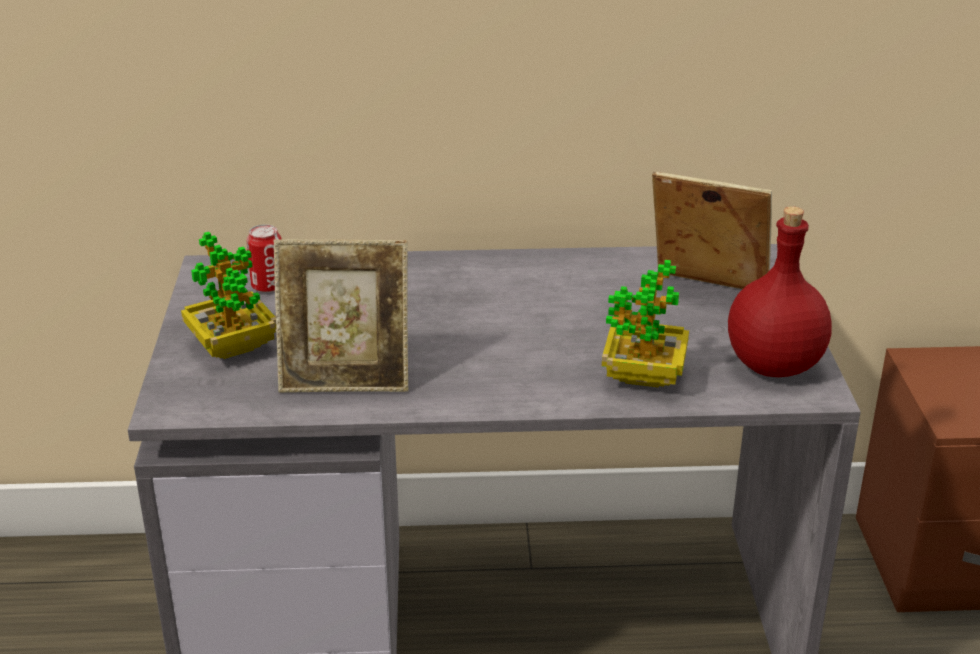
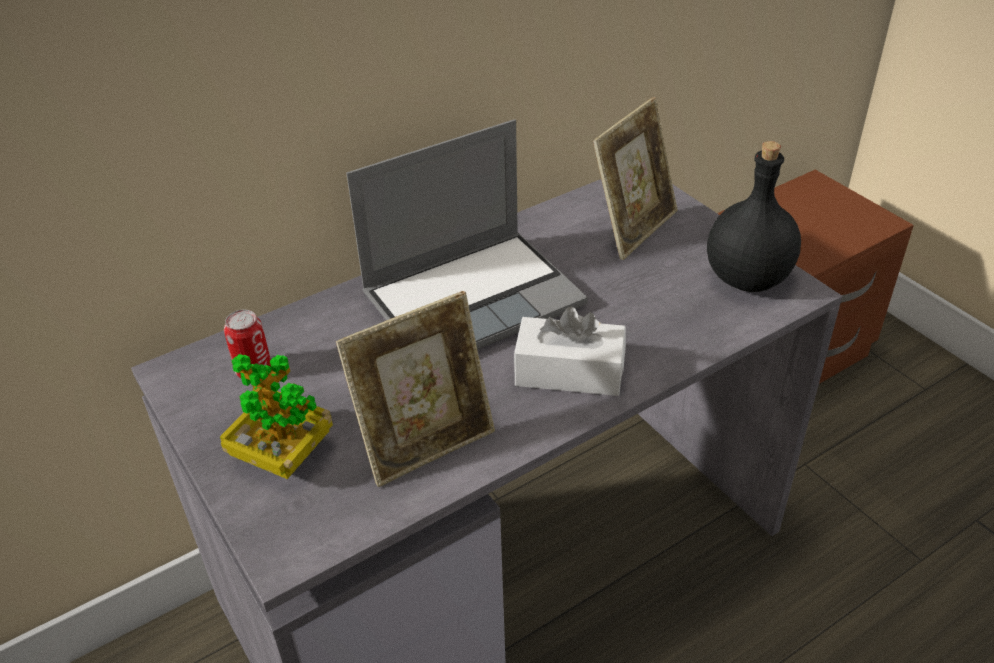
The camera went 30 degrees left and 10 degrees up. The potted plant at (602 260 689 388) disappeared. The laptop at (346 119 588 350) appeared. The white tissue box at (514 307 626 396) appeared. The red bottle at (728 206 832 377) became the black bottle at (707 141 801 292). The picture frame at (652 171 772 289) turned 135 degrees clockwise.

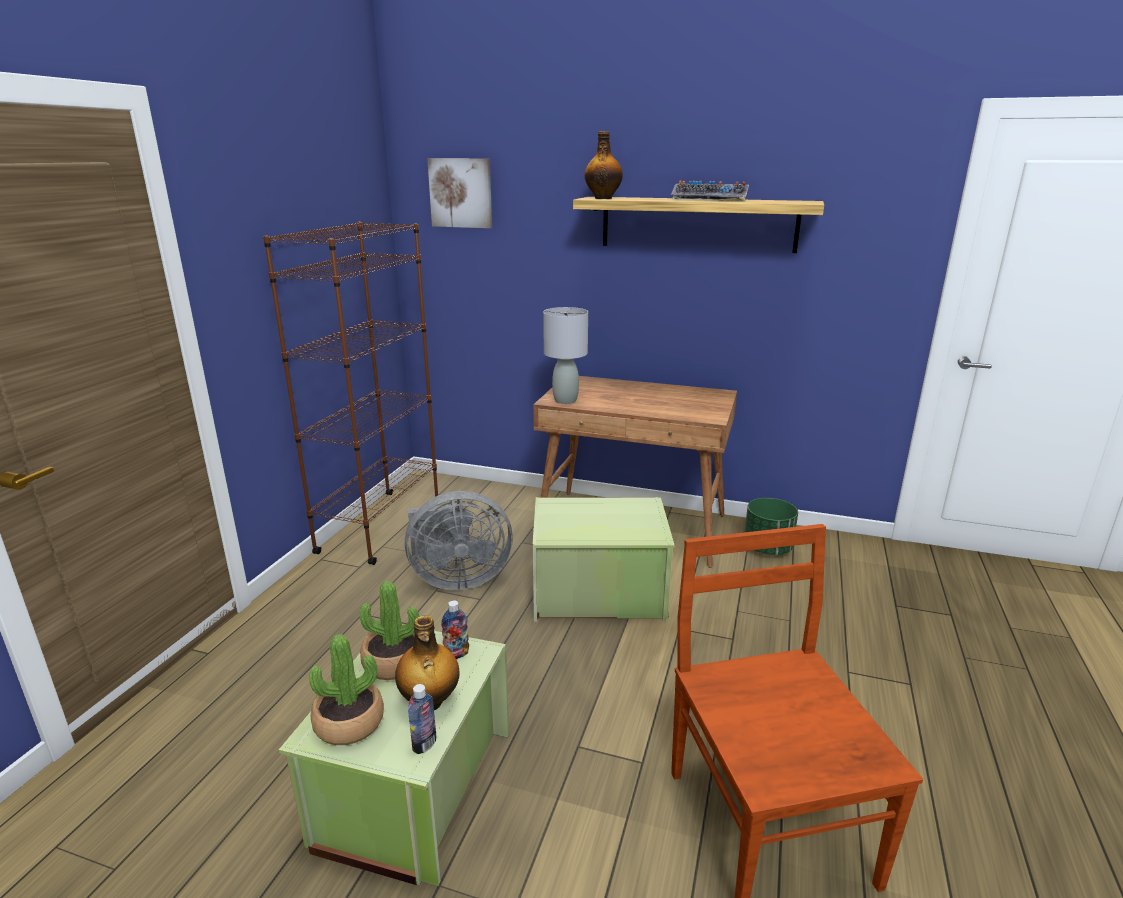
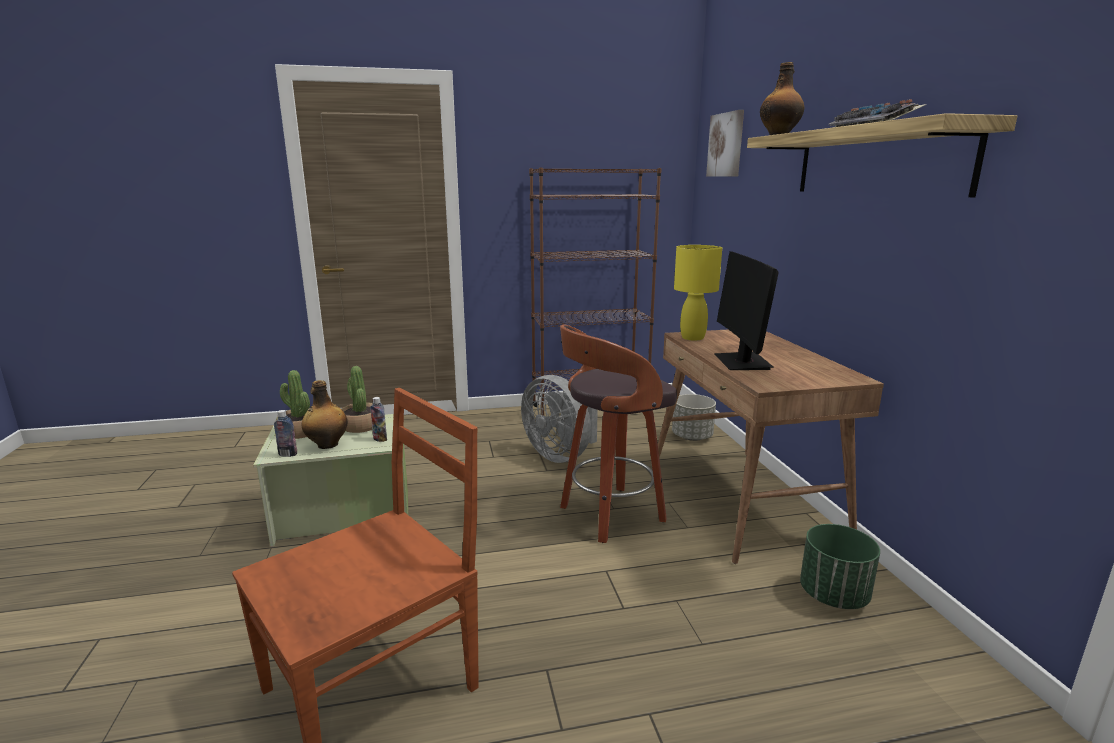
The camera went 60 degrees right and 5 degrees down. The grey planter at (672 394 716 441) appeared. The monitor at (714 251 779 370) appeared. The green storage box at (533 497 675 622) was replaced by the stool at (560 324 677 543). The grey table lamp at (543 307 588 404) became the yellow table lamp at (674 245 722 341).

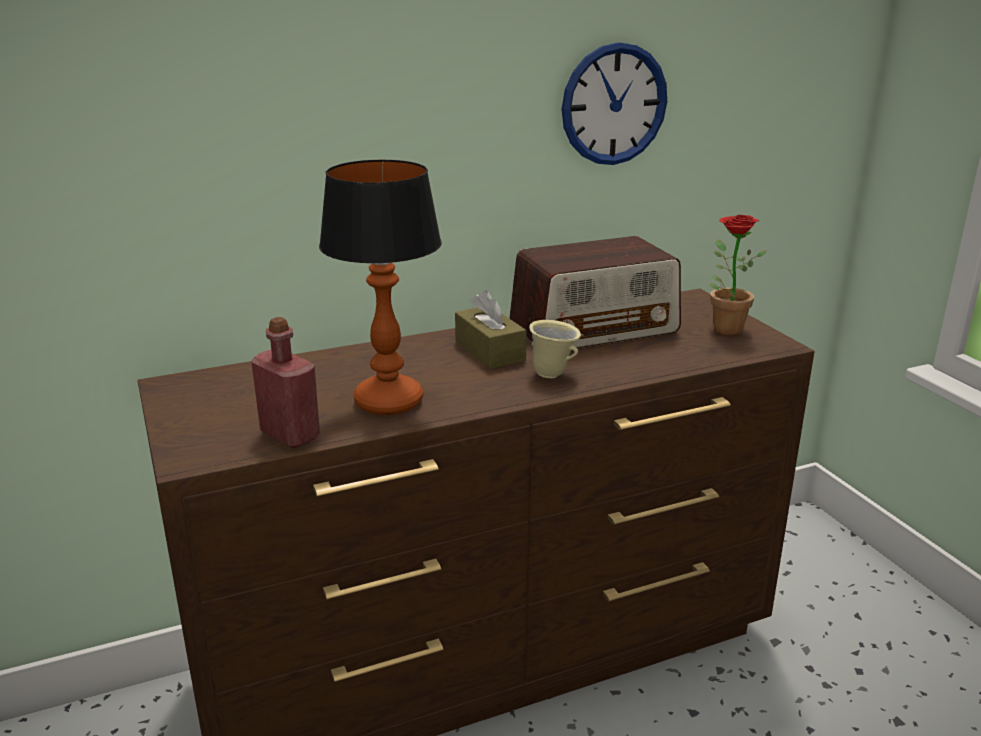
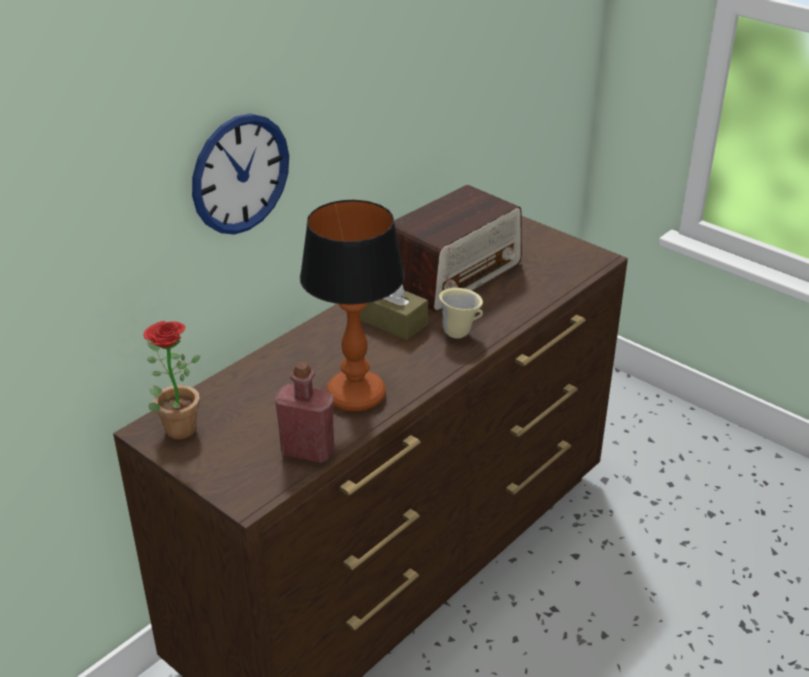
The camera went 25 degrees left and 10 degrees up. The wall clock moved from (562 42 667 165) to (192 114 289 235). The potted plant moved from (710 215 767 335) to (144 321 200 440).

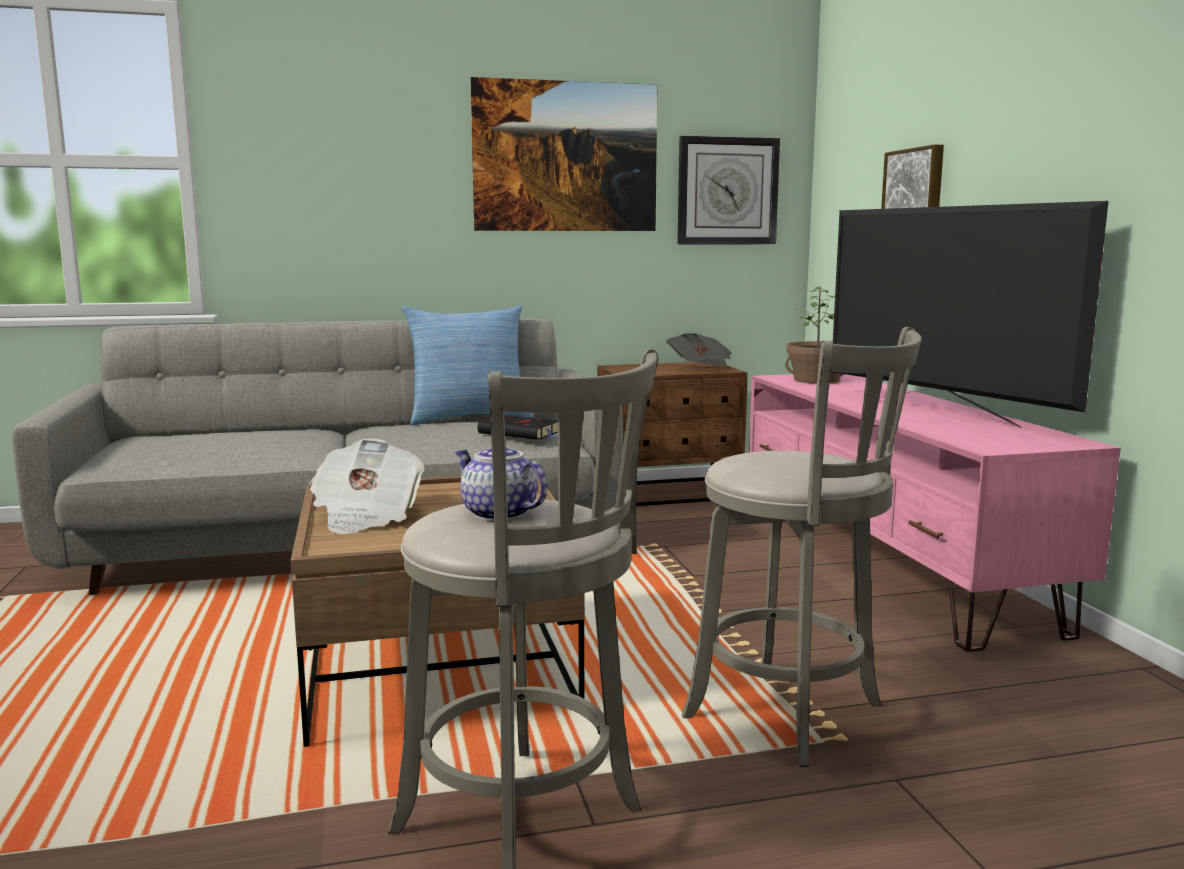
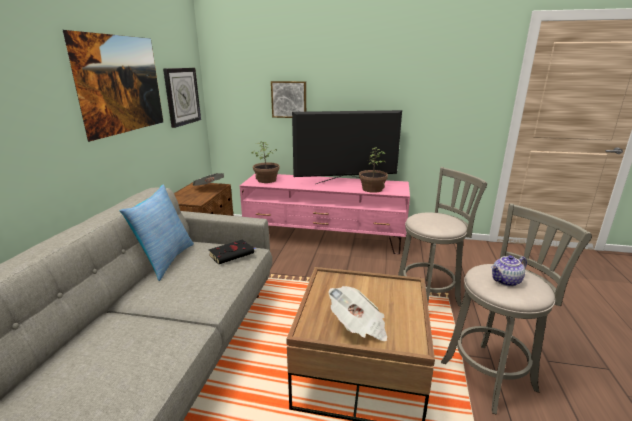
The camera went 65 degrees left and 10 degrees up. The potted plant at (359 147 388 193) appeared.

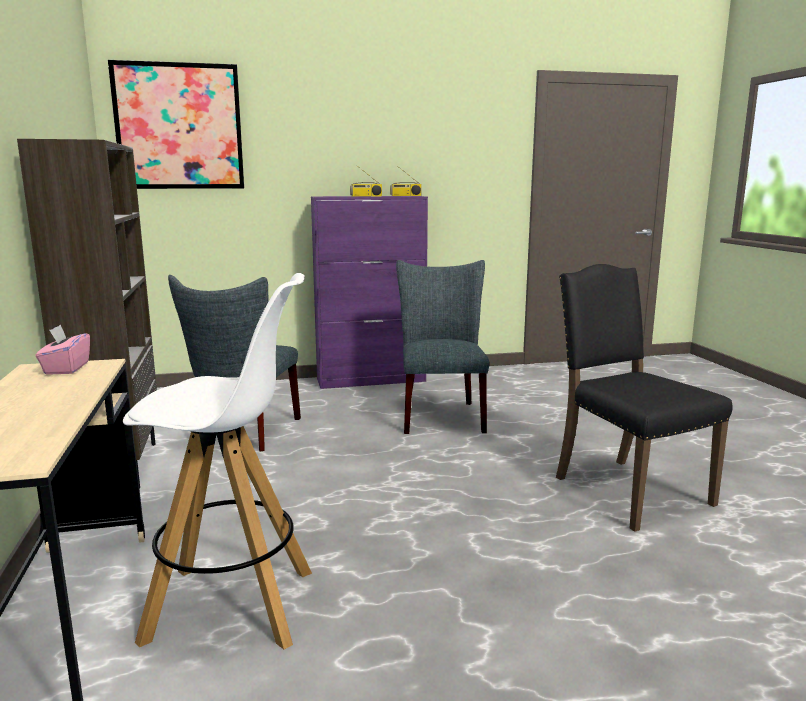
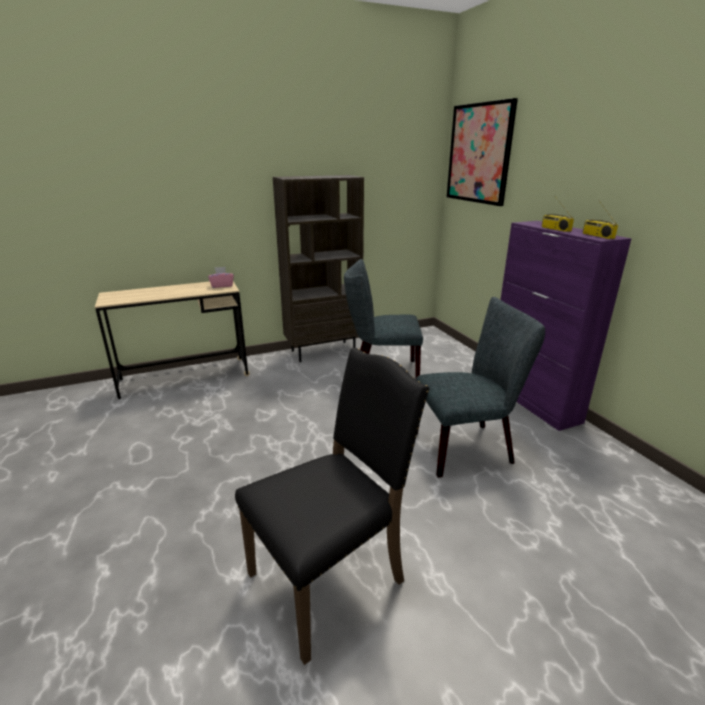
The camera went 80 degrees right and 10 degrees up. The white stool at (123 273 312 649) disappeared.

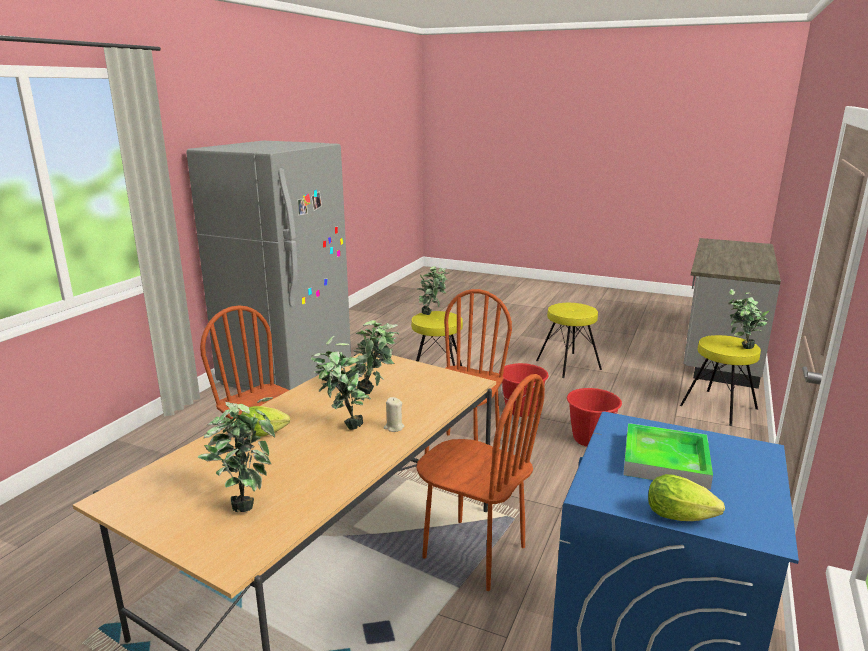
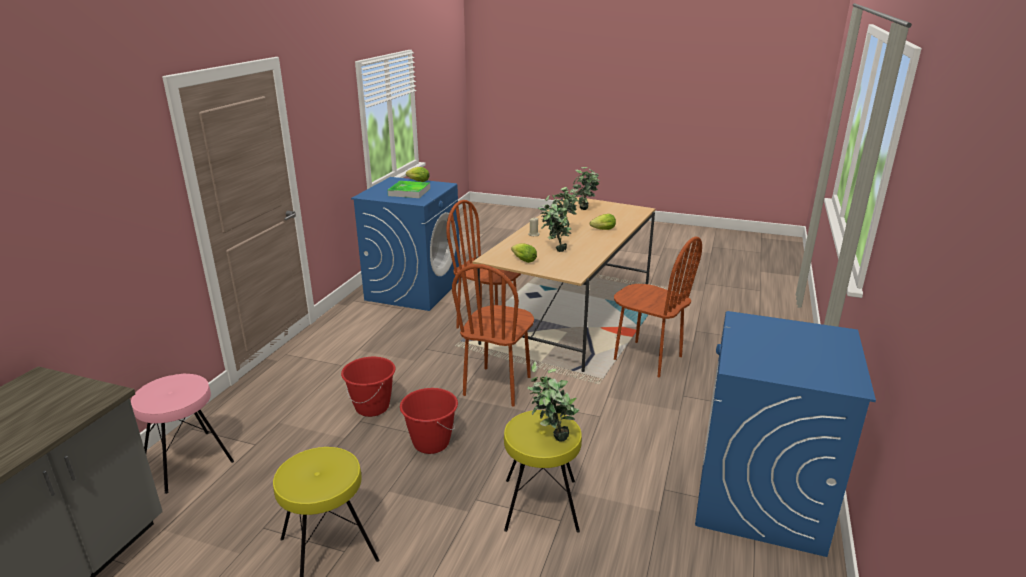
The camera went 175 degrees right and 5 degrees up. The potted plant at (729 289 769 349) disappeared. The lettuce at (511 243 537 263) appeared. The grey fridge at (186 141 351 390) was replaced by the blue washing machine at (695 311 876 557). The yellow stool at (680 335 761 426) became the pink stool at (131 373 234 494).

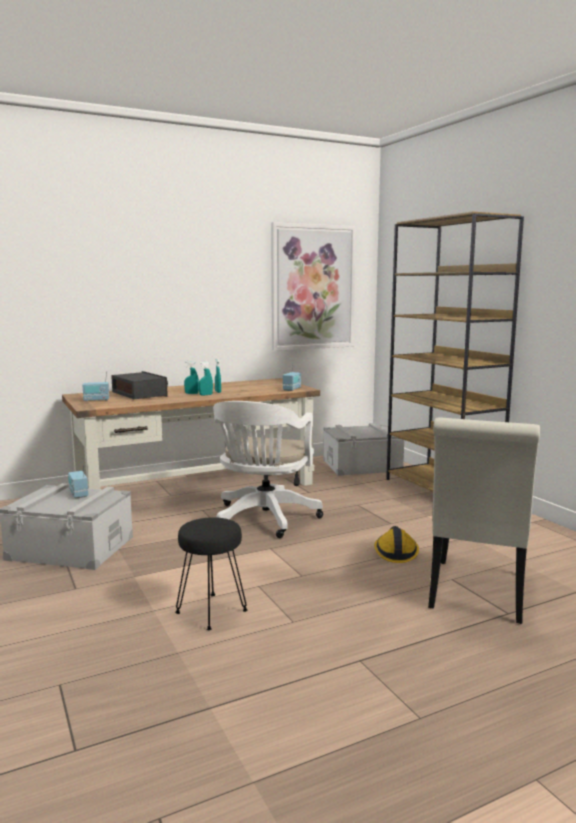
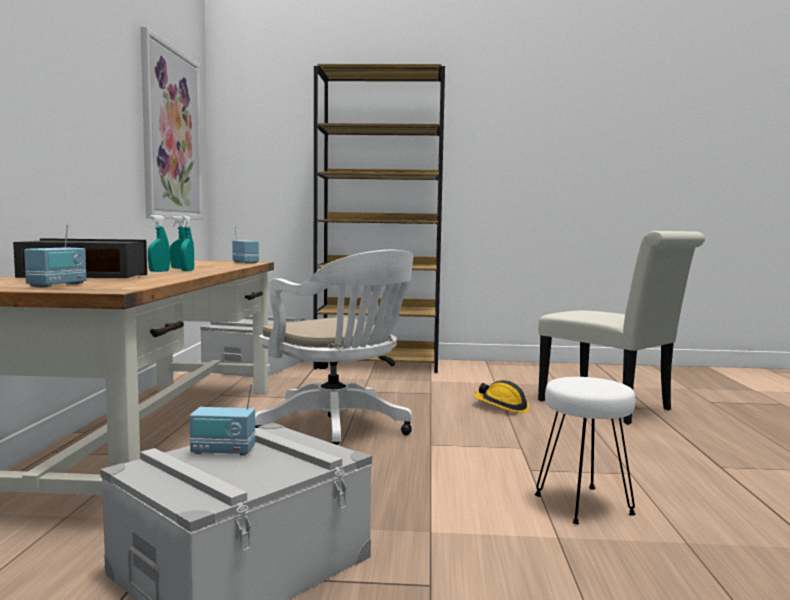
The camera went 60 degrees left and 5 degrees down. The black stool at (175 517 247 630) became the white stool at (535 377 636 524).

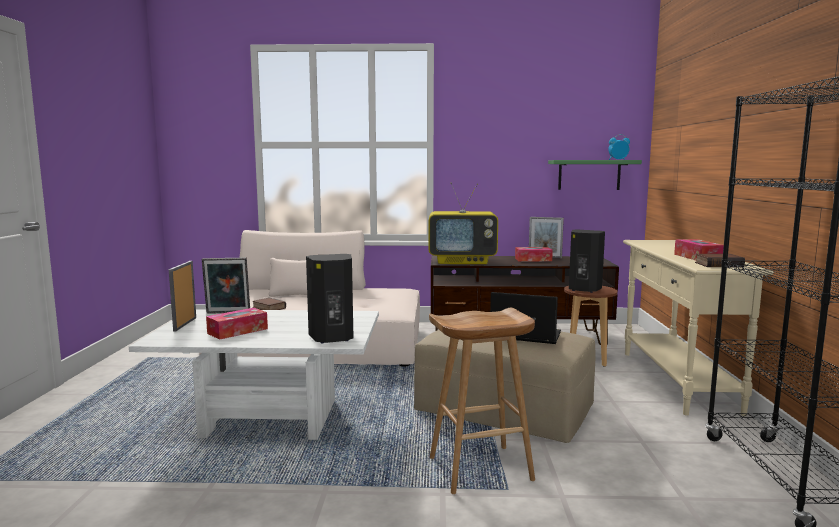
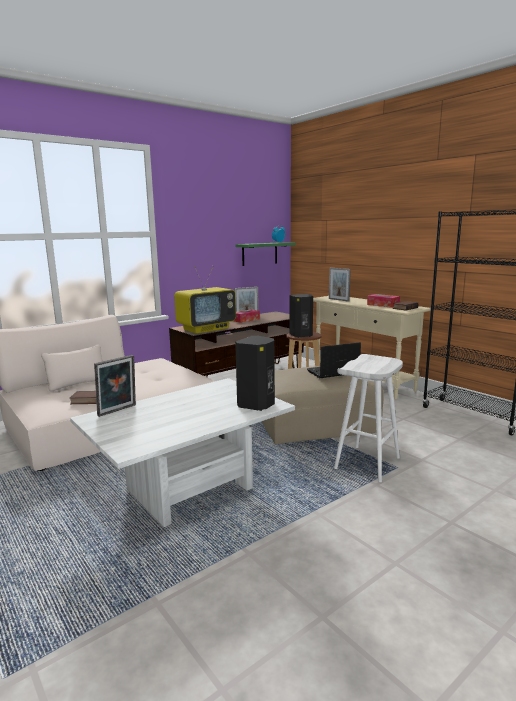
The camera went 40 degrees left and 5 degrees up. The tissue box at (206 308 268 340) disappeared. The picture frame moved from (169 261 196 332) to (329 268 351 302). The brown stool at (429 308 535 494) became the white stool at (334 354 403 482).

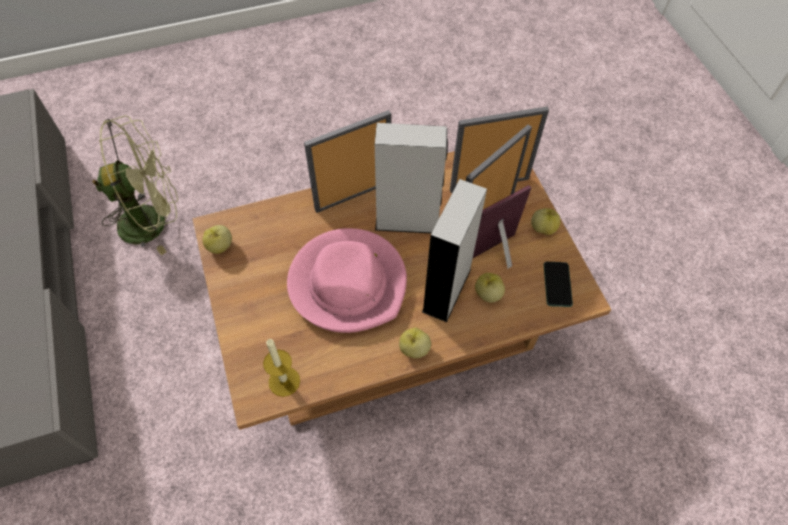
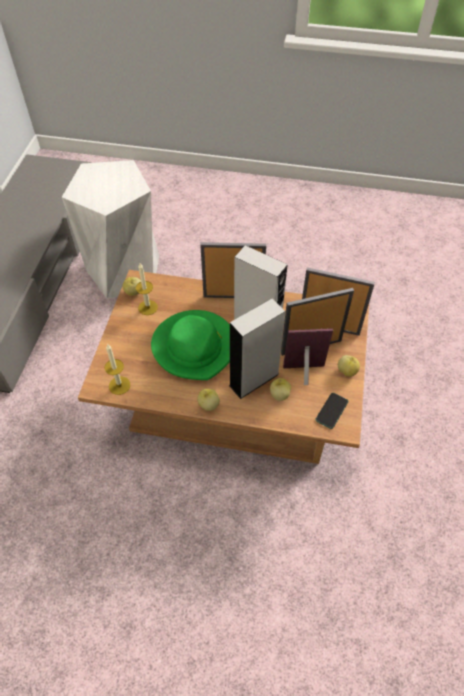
The camera went 30 degrees right and 5 degrees down. The candle at (136 263 158 315) appeared. The green fan at (92 115 178 255) was replaced by the white stool at (62 160 159 299). The pink hat at (287 228 407 333) became the green hat at (151 310 230 380).

